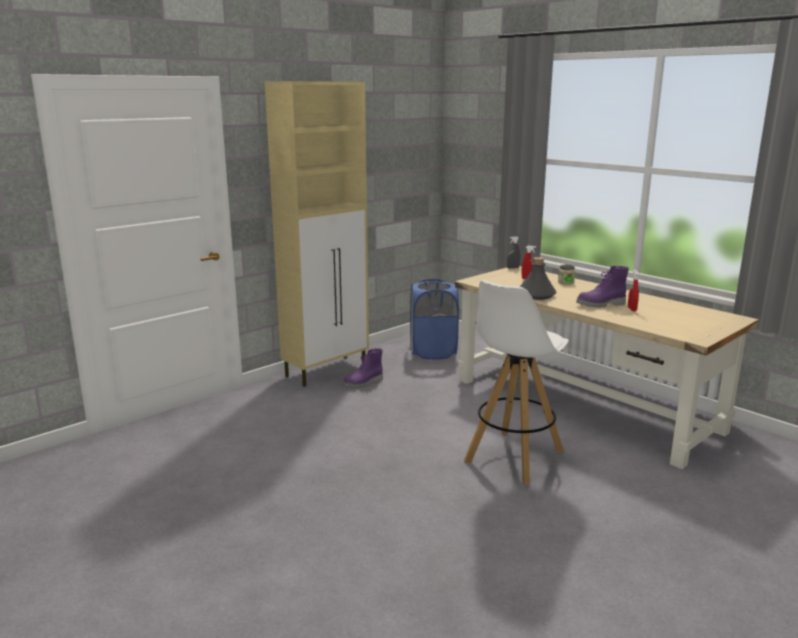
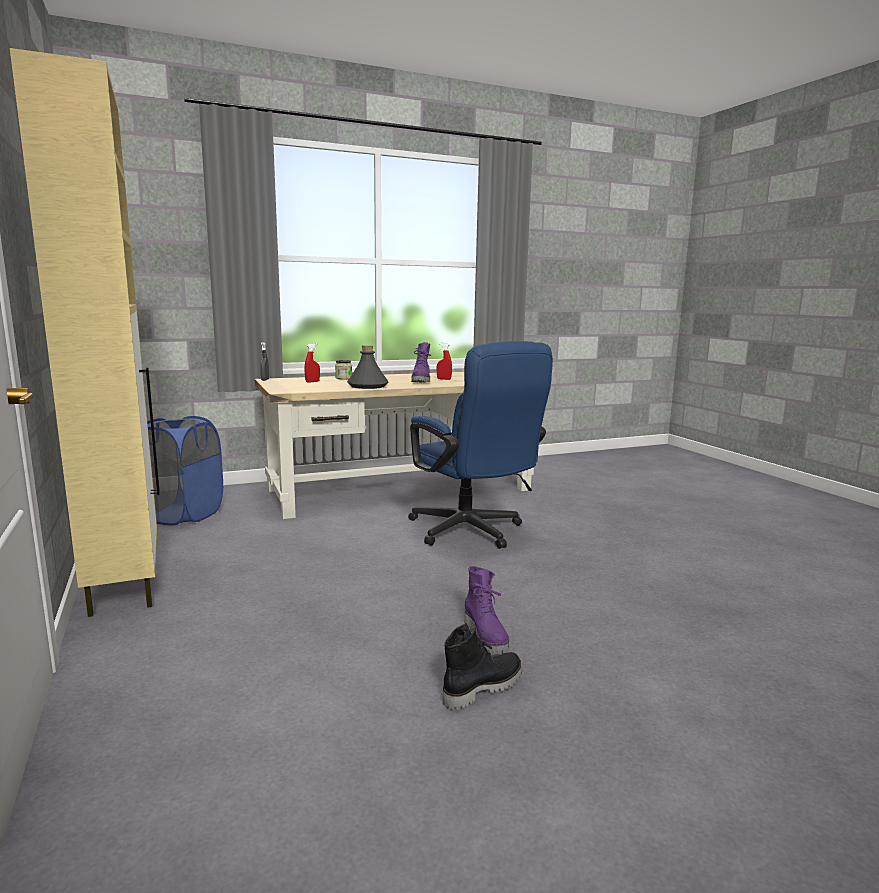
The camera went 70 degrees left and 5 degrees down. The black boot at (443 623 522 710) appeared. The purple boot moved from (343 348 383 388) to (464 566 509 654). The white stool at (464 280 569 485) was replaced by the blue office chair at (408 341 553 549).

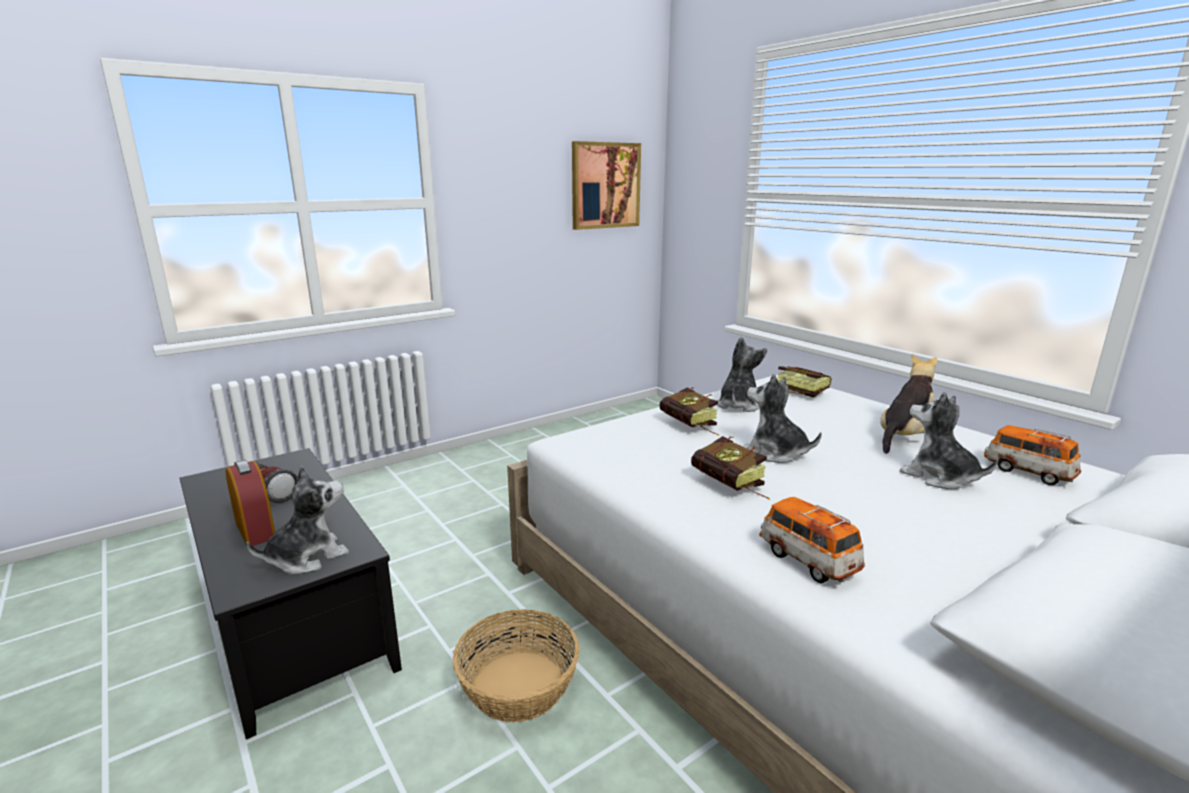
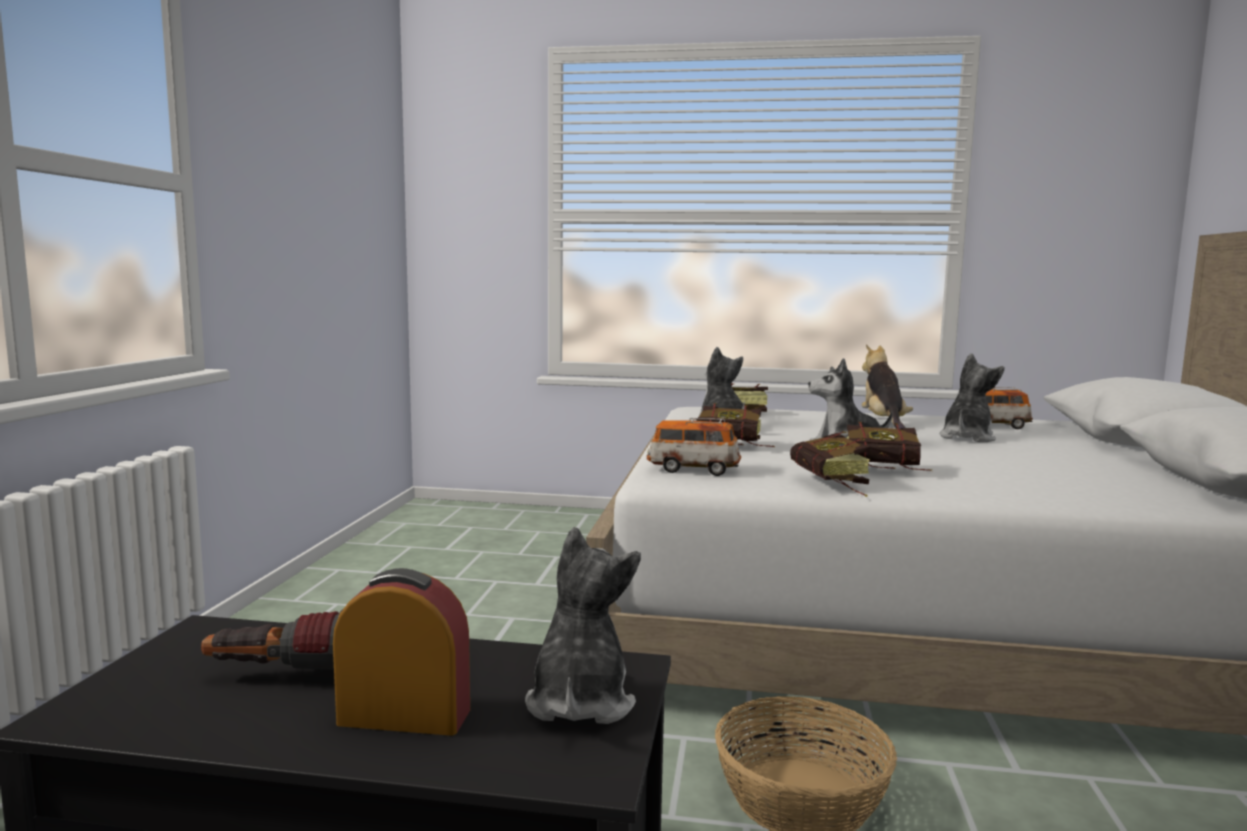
The camera went 45 degrees left and 10 degrees down. The picture at (572 141 641 230) disappeared. The book at (790 431 871 497) appeared. The toy car moved from (759 497 865 583) to (647 418 741 476). The plush toy at (900 392 998 489) turned 120 degrees clockwise.

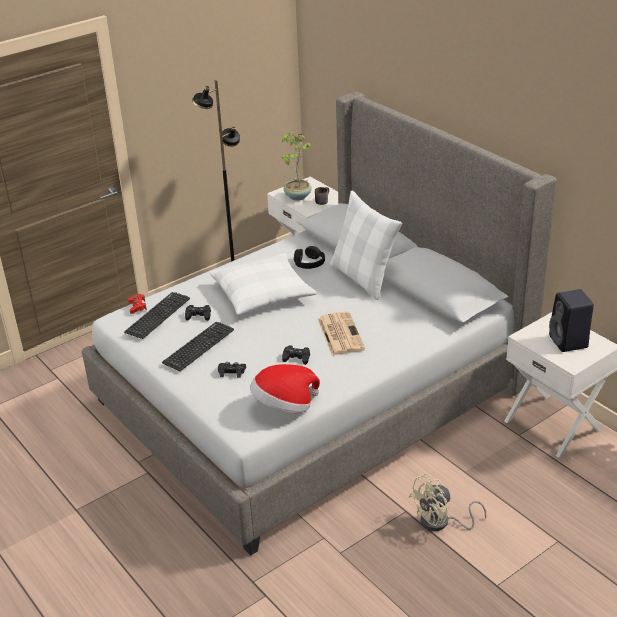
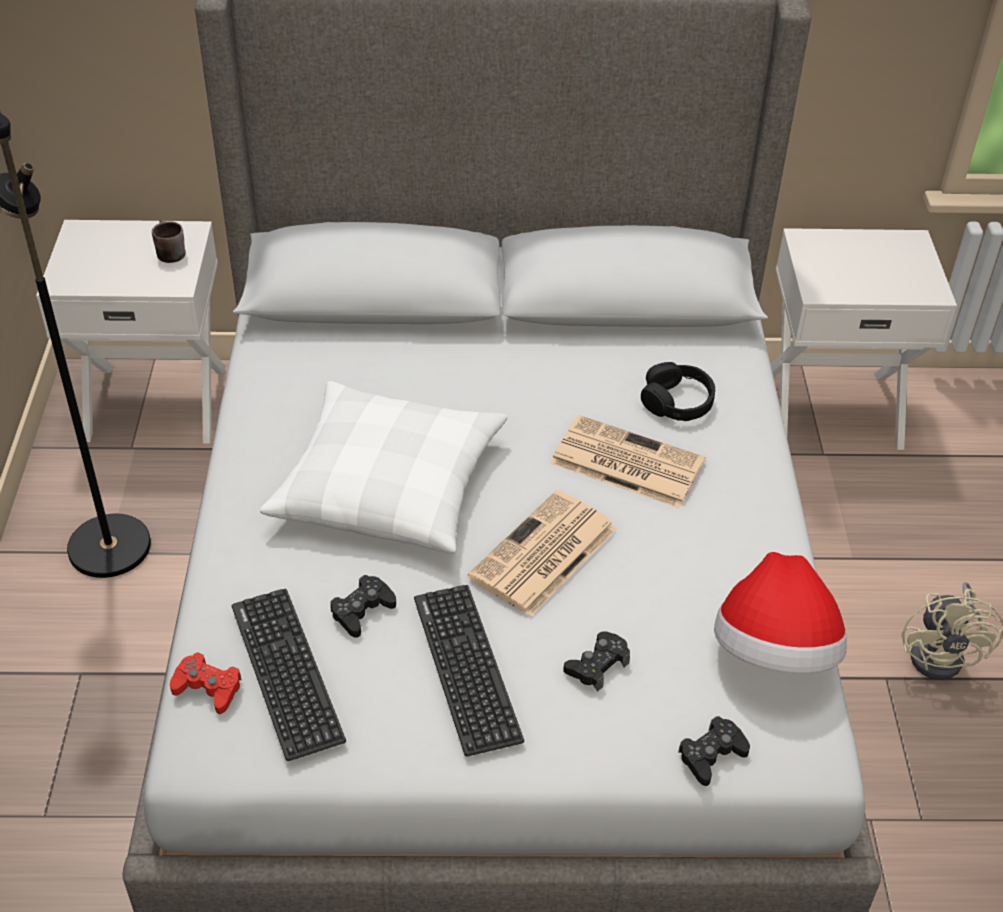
The camera went 55 degrees left and 10 degrees up. The potted plant at (281 132 312 200) disappeared. The white pillow at (330 191 402 300) disappeared. The black speaker at (549 289 594 352) disappeared. The newspaper at (468 490 617 617) appeared. The black game controller moved from (282 345 310 365) to (678 716 750 786). The black headphones moved from (294 246 325 269) to (641 362 715 421).

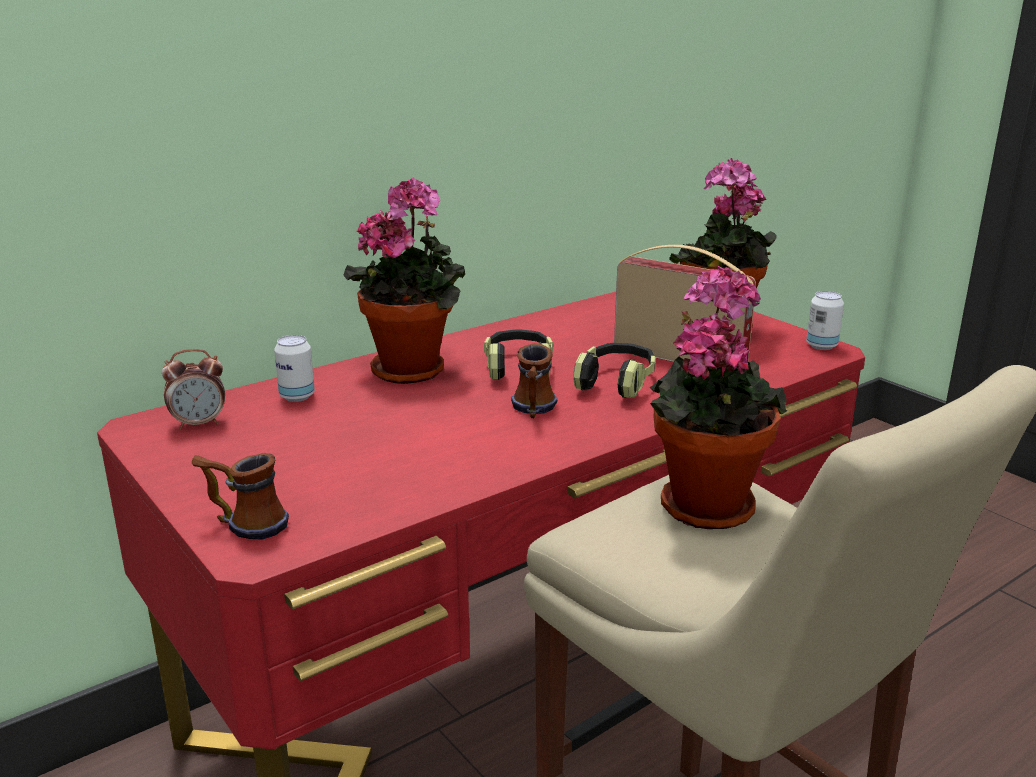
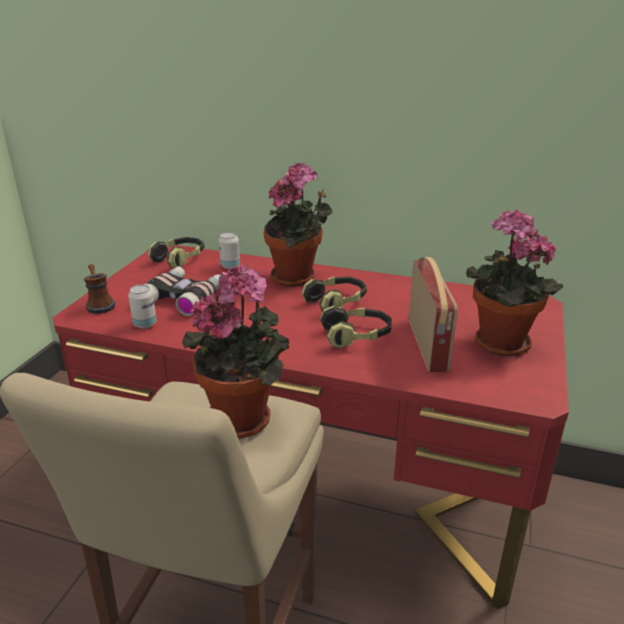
The camera went 55 degrees right and 5 degrees up. The mug at (511 343 557 418) disappeared. The binoculars at (144 267 221 316) appeared. The can moved from (806 291 844 350) to (128 284 157 329). The alarm clock at (162 349 225 430) was replaced by the headphones at (148 237 204 268).

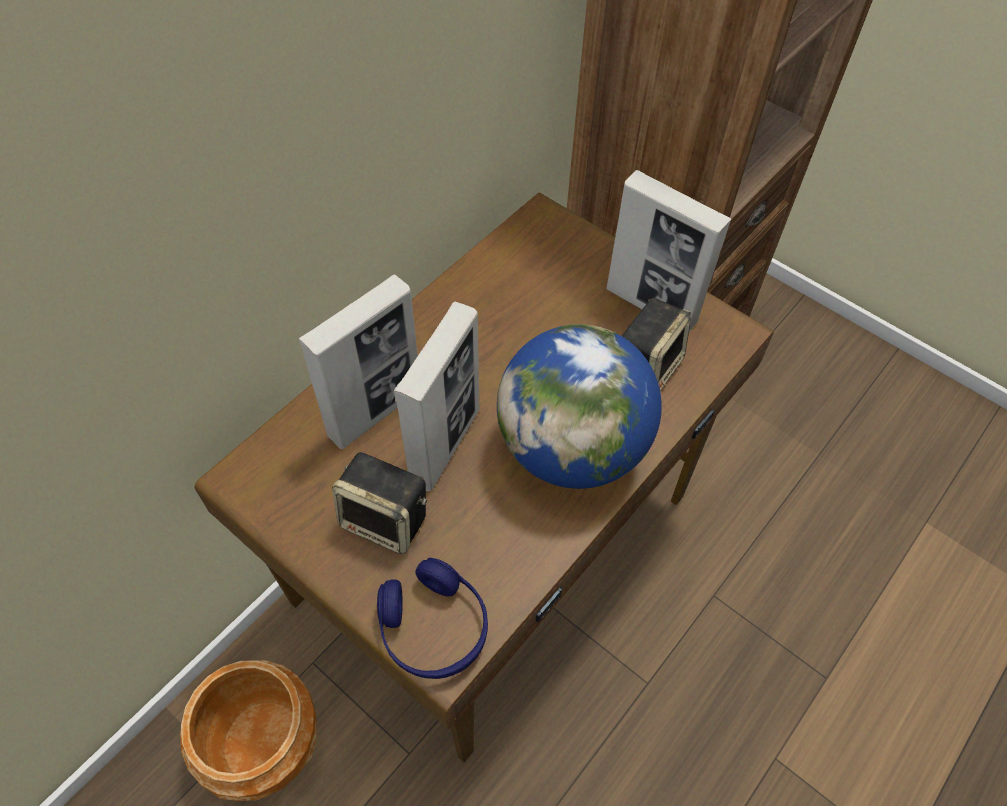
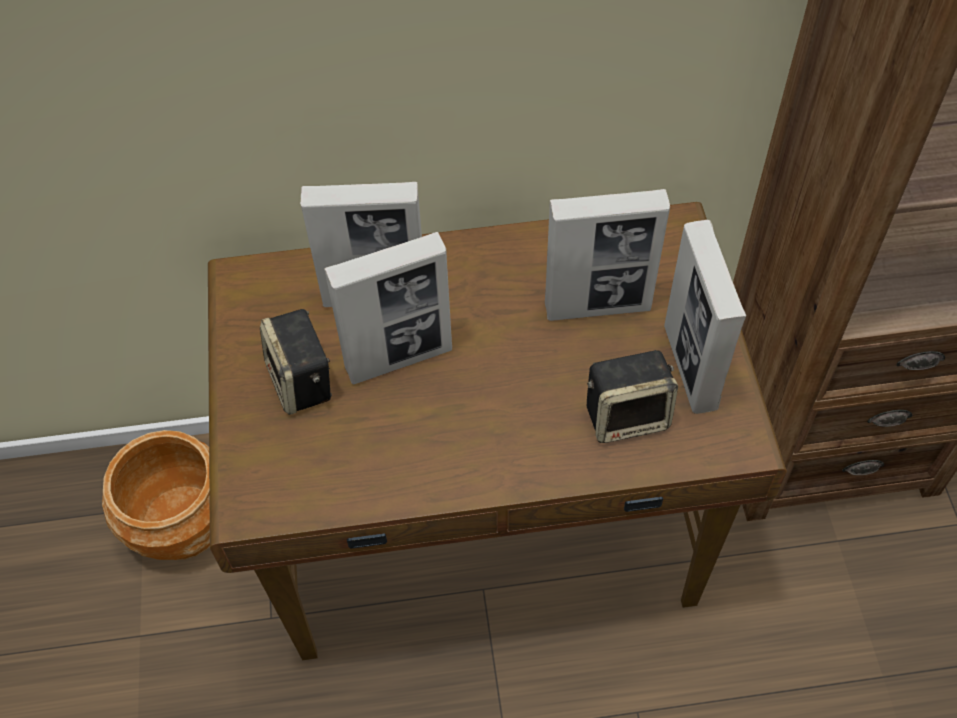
The camera went 45 degrees right and 0 degrees up. The blue headphones at (377 558 488 679) disappeared. The globe at (497 324 662 489) disappeared. The picture frame at (545 189 670 321) appeared.

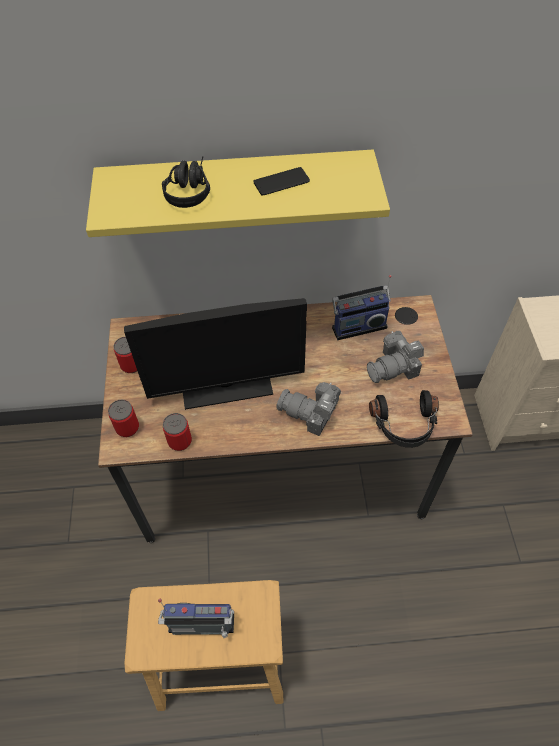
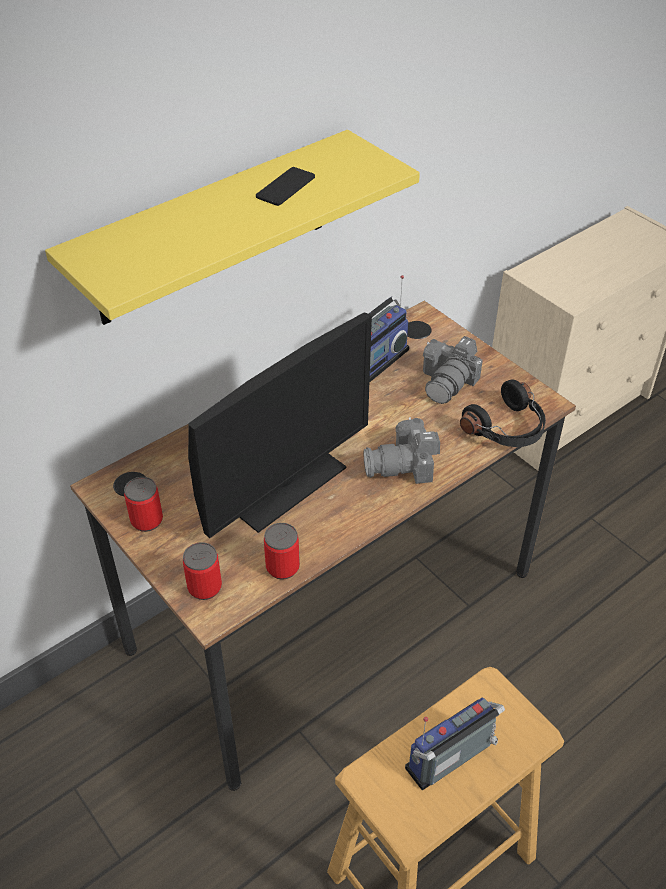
The camera went 35 degrees left and 10 degrees down. The black headphones at (162 156 210 208) disappeared.

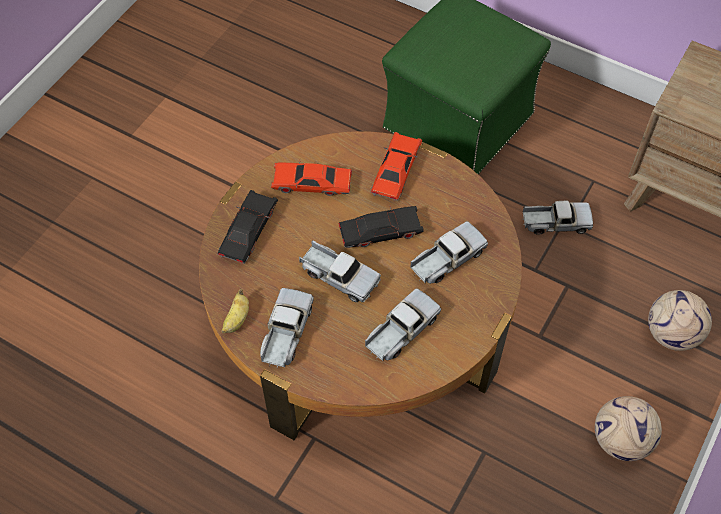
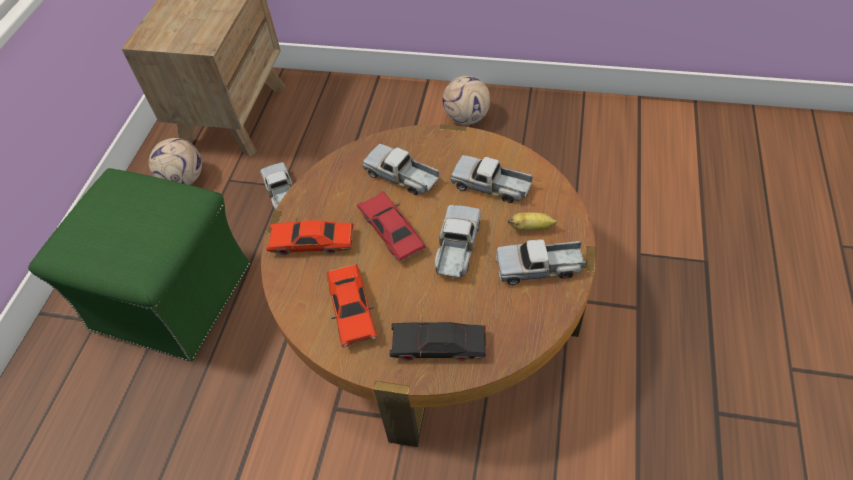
The camera went 105 degrees left and 5 degrees down. The banana moved from (221 289 249 333) to (508 212 557 230). The football moved from (648 290 712 351) to (149 138 202 185). The black toy car at (338 206 424 248) became the red toy car at (357 191 426 263).

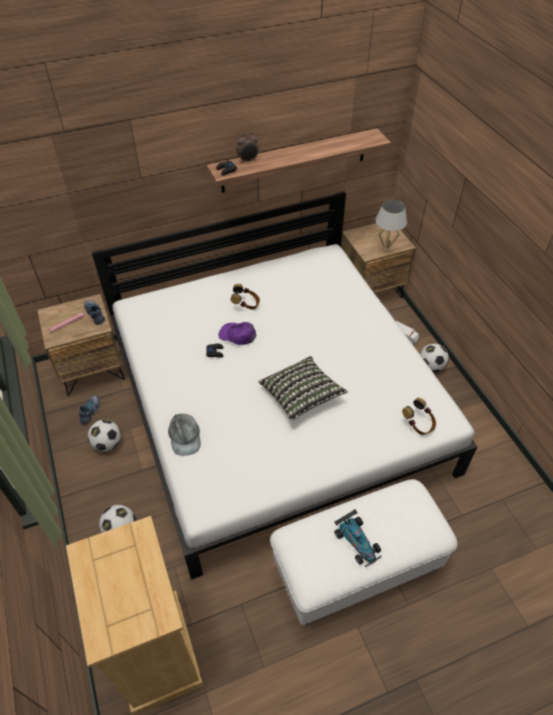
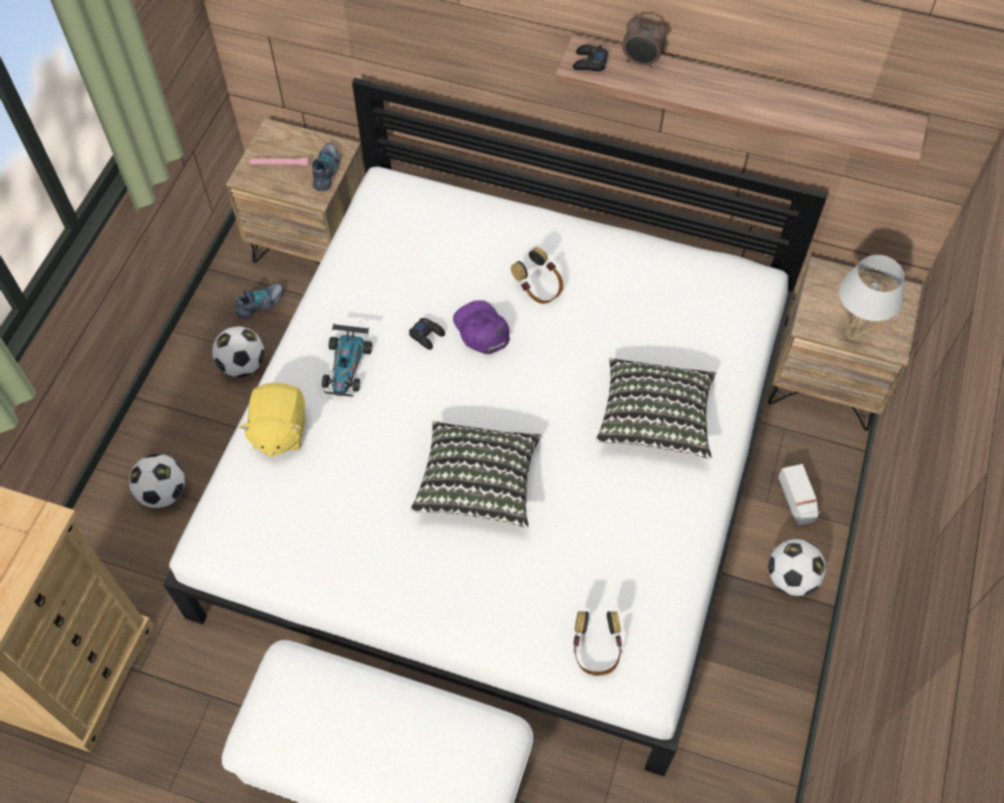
The camera went 40 degrees right and 10 degrees up. The pillow at (596 358 716 459) appeared. The toy car moved from (334 509 382 567) to (322 324 372 397). The grey cap at (168 414 200 456) was replaced by the yellow plush toy at (239 383 305 457).

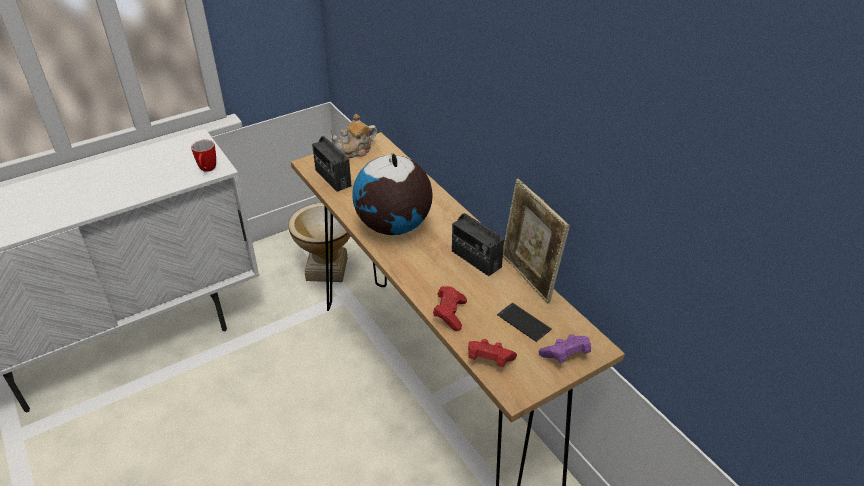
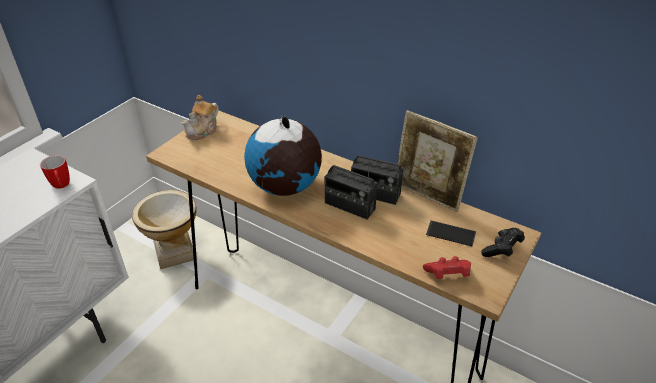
The camera went 25 degrees left and 0 degrees up. The red game controller at (433 286 467 331) disappeared. The radio moved from (312 130 351 192) to (325 157 377 219). The purple game controller at (539 334 591 363) became the black game controller at (481 228 525 257).

